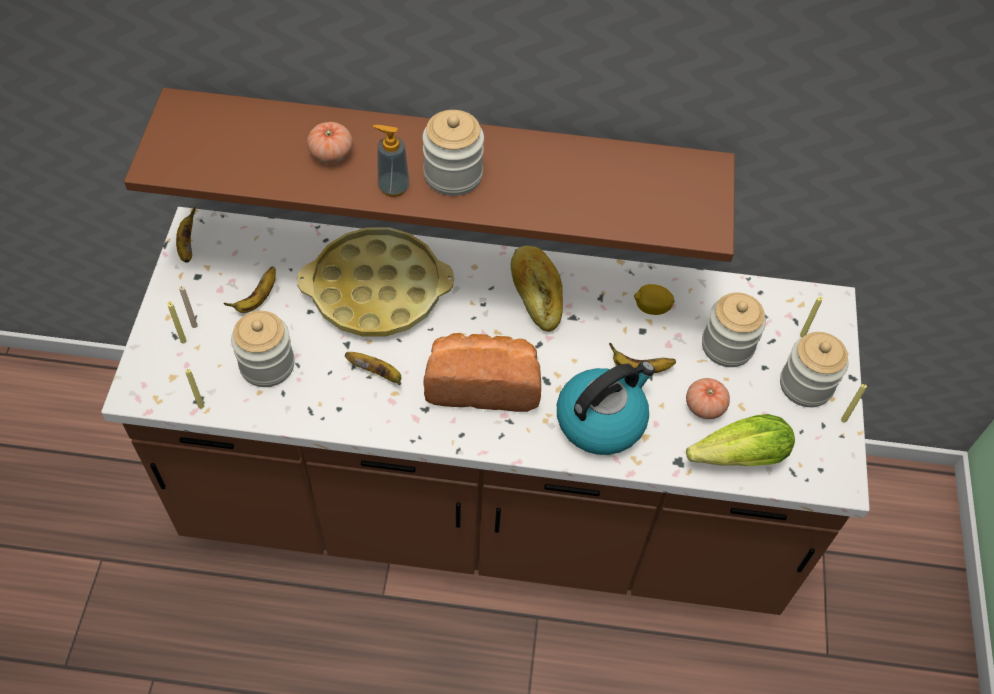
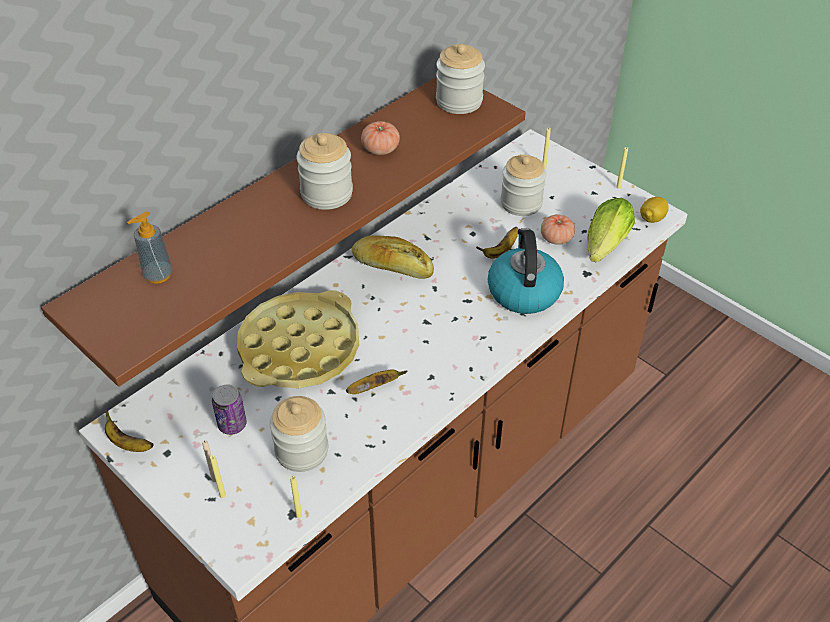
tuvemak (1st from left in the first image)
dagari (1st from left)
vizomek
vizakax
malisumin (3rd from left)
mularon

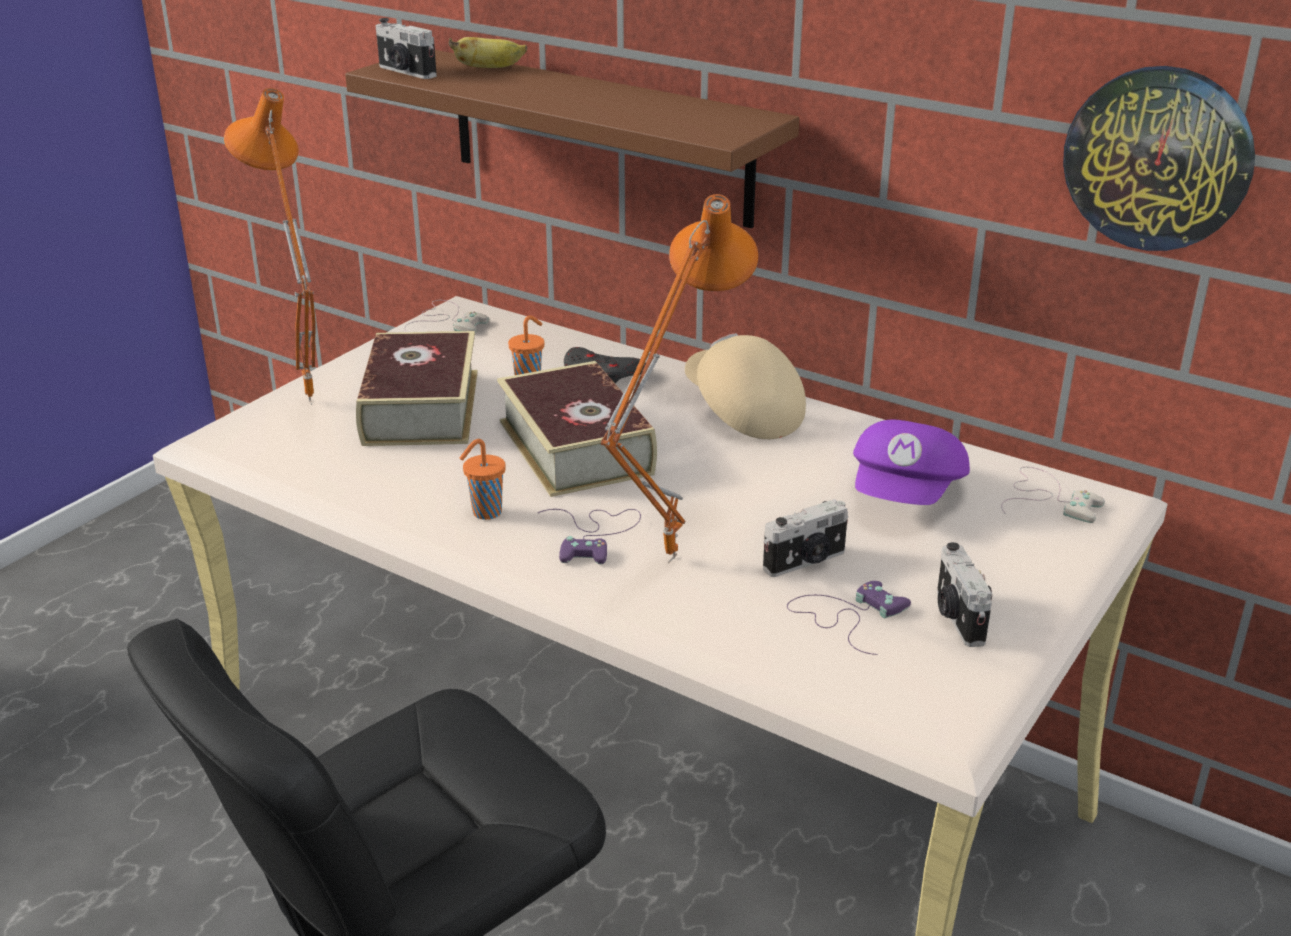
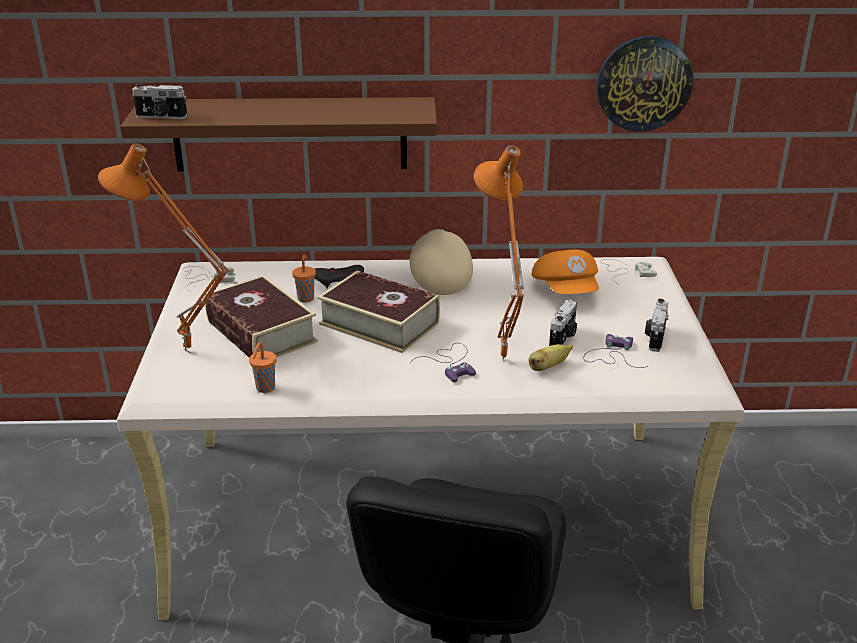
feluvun
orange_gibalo (1st from left)
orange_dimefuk
beige_dimefuk
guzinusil (3rd from left)

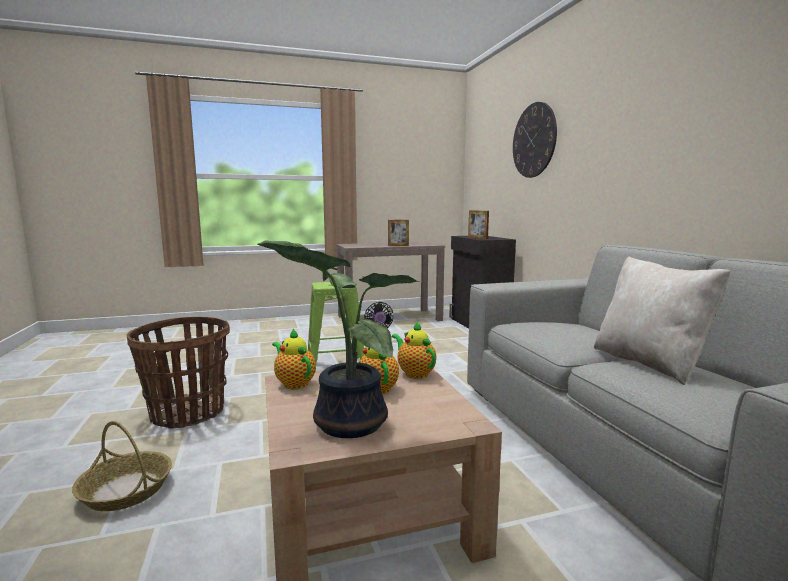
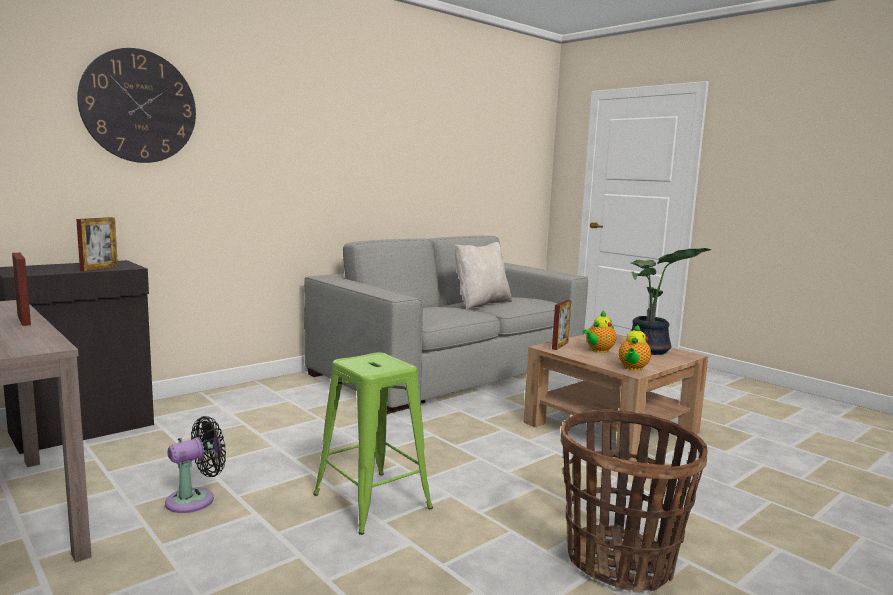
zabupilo (1st from left in the first image)
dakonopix (3rd from left)

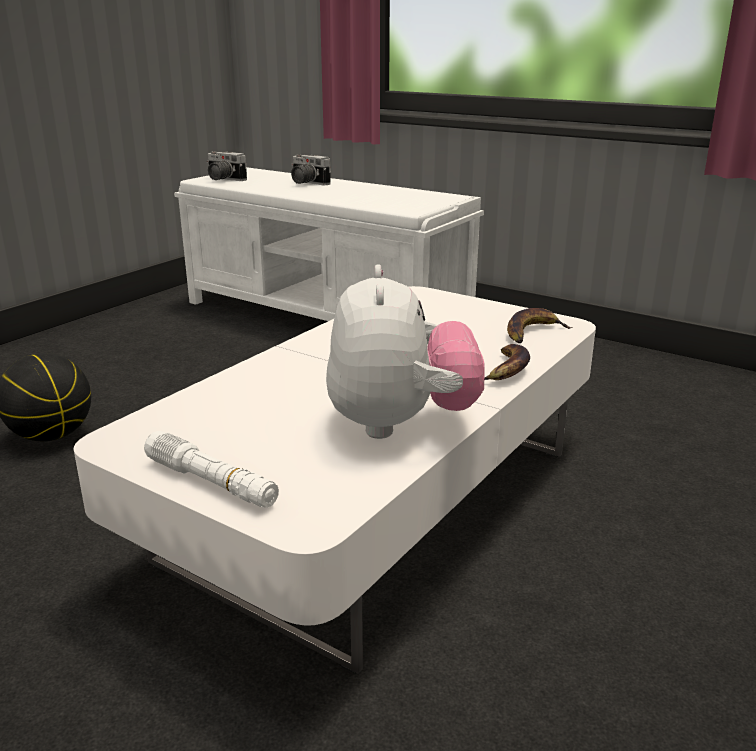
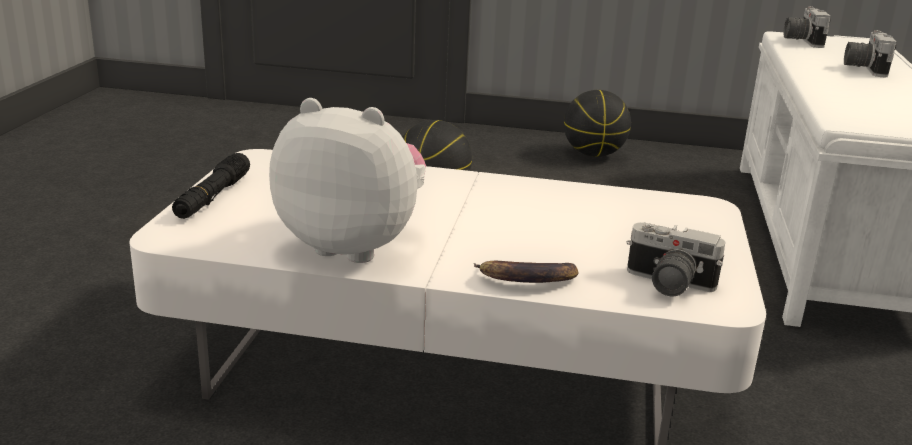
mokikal (2nd from left)
guzinusil (1st from left)
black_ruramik
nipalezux

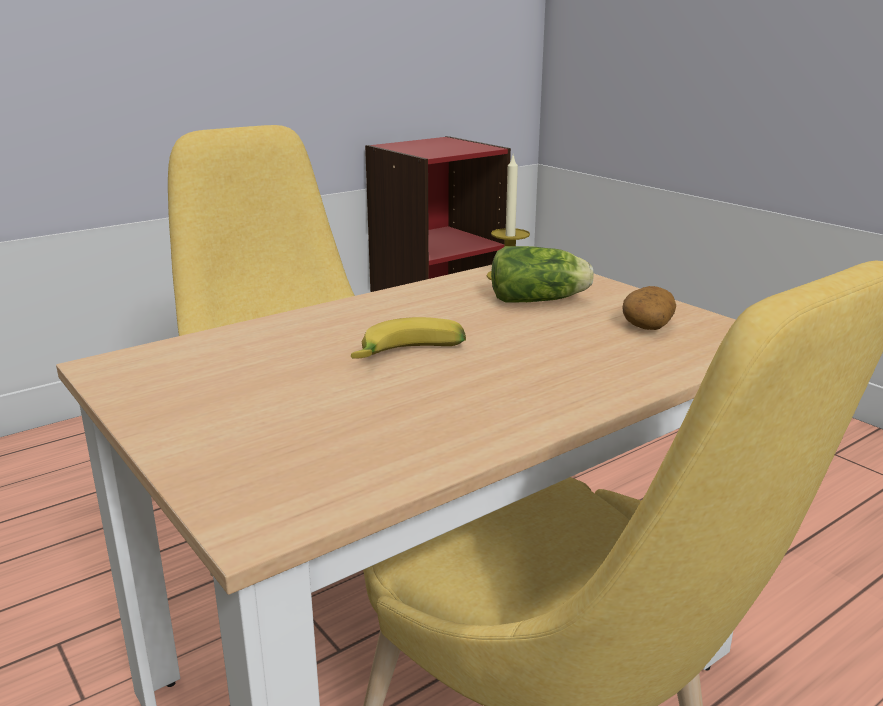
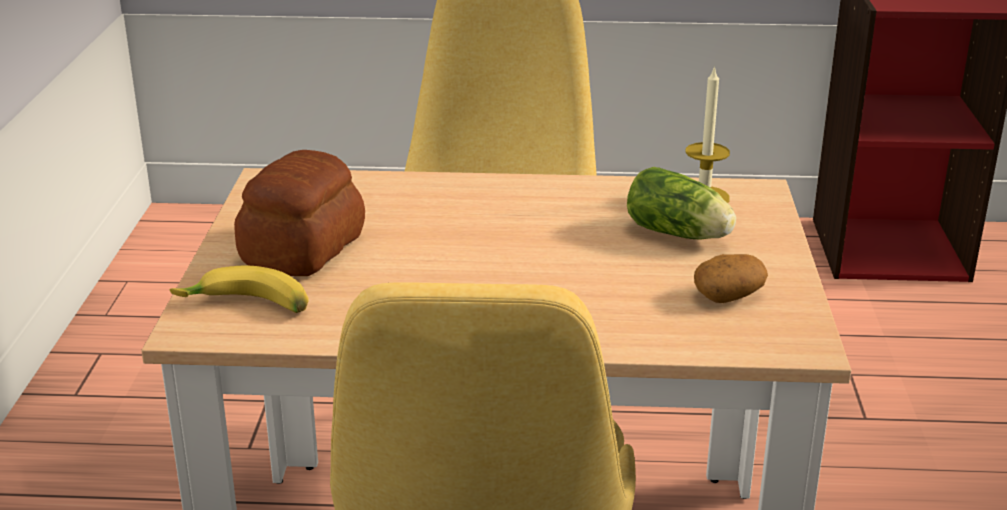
tuvemak
feluvun

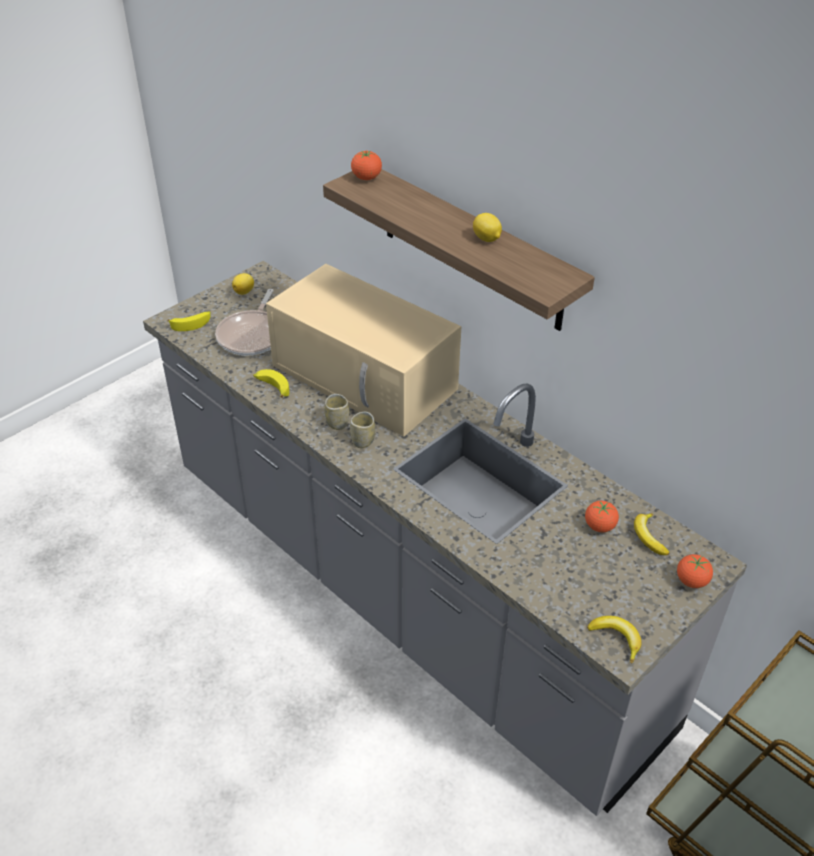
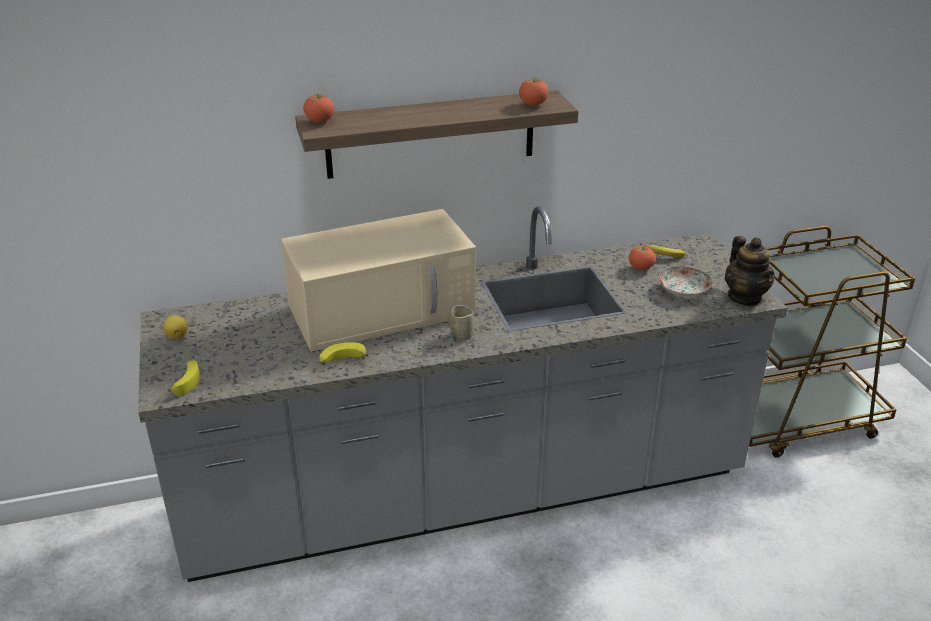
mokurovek
gibalo (1st from left in the first image)
vizakax (2nd from left in the first image)
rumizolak
dagari (2nd from left)
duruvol

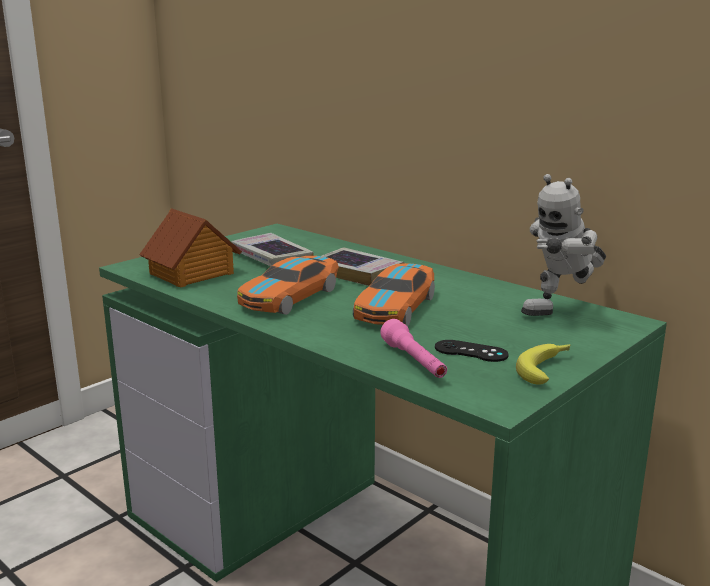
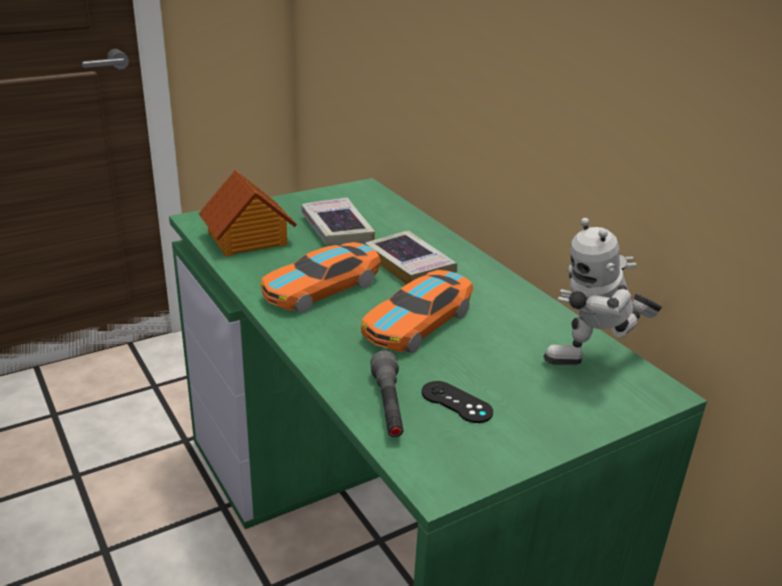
feluvun
grey_ruramik

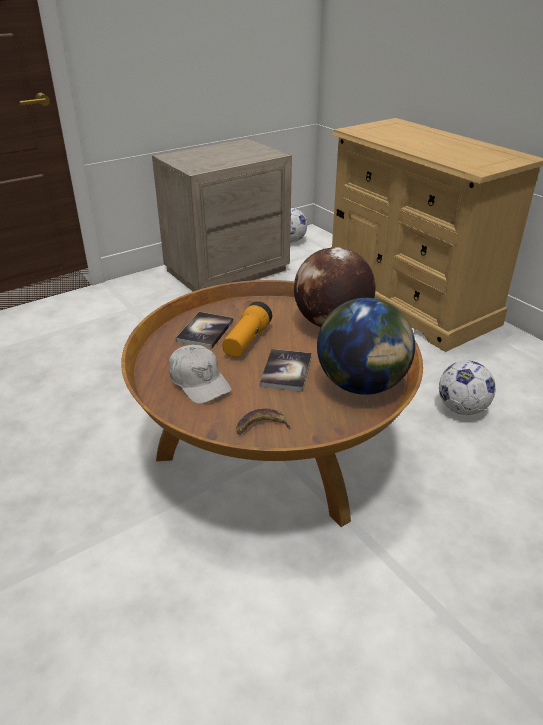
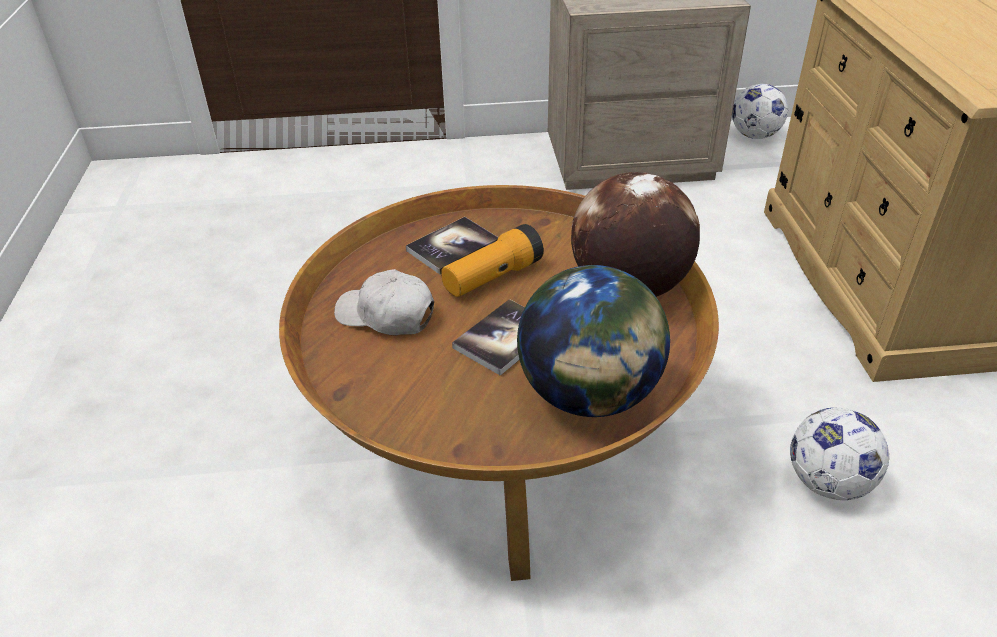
feluvun
white_dimefuk

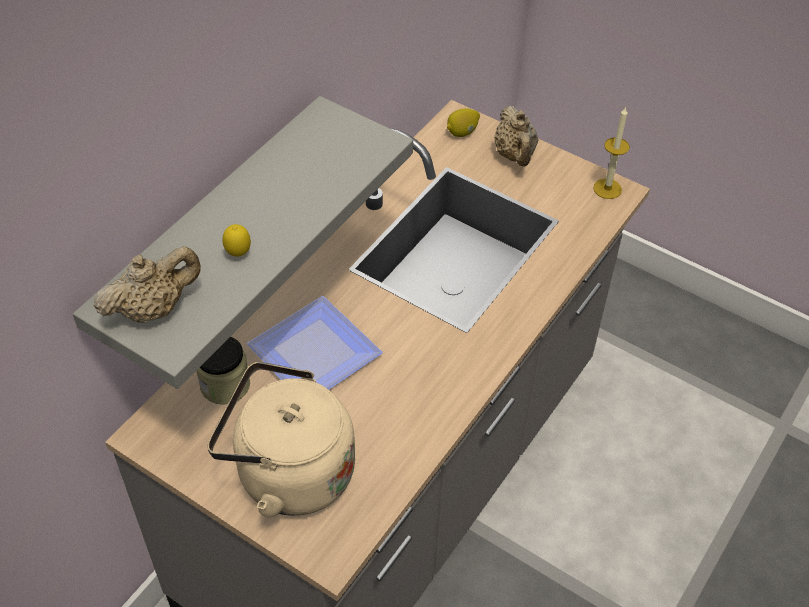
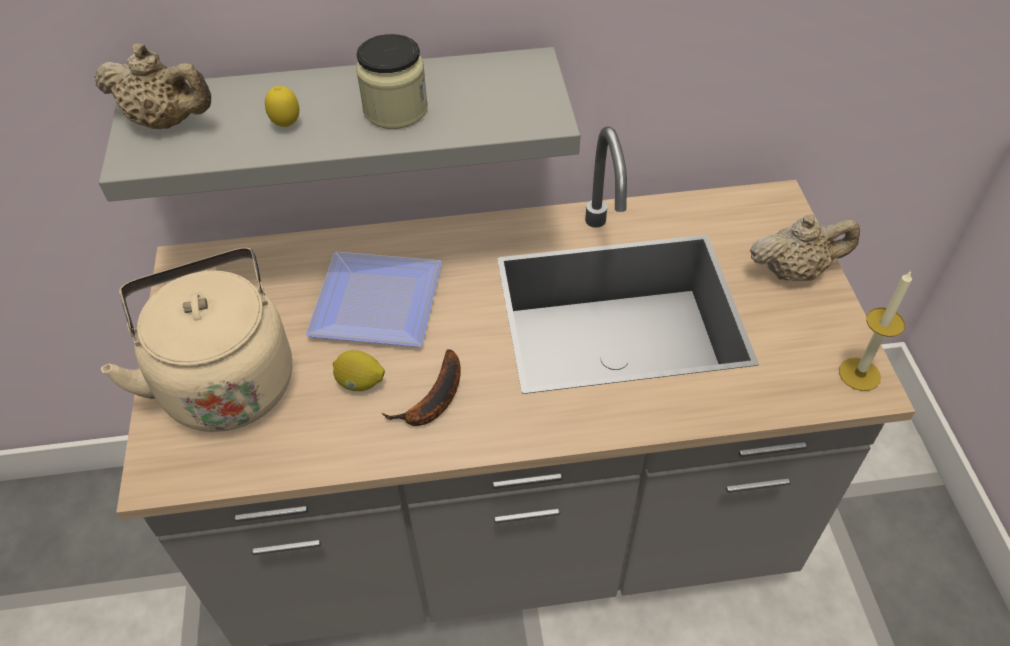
feluvun
malisumin
vizakax (2nd from left)
beige_duruvol (2nd from left)

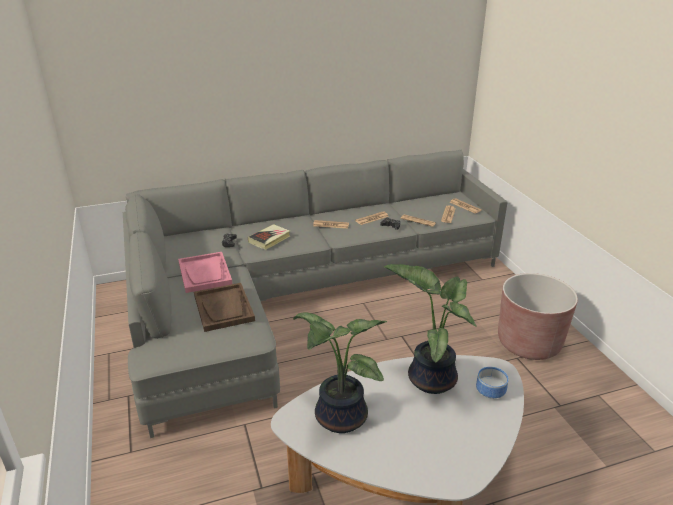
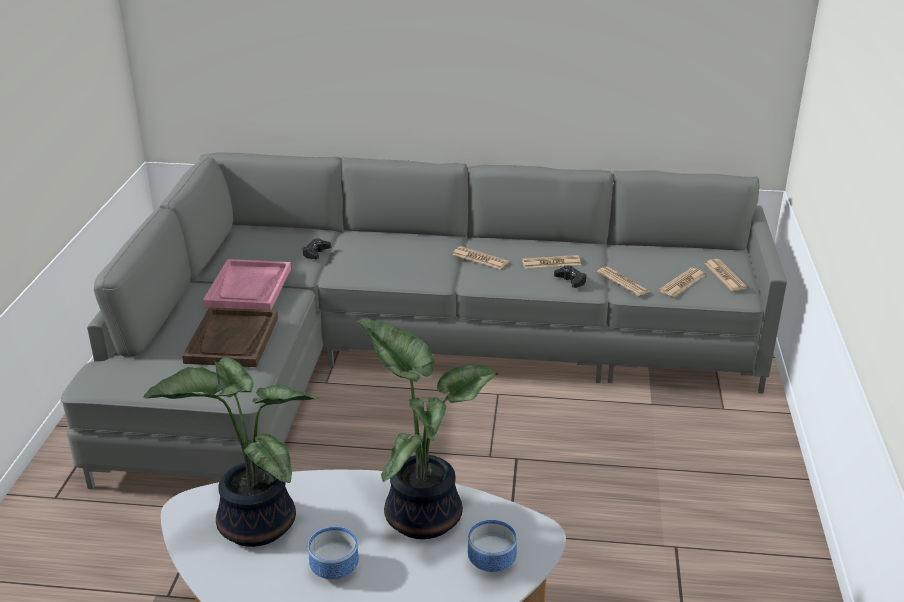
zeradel
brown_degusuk
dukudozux (1st from left)

